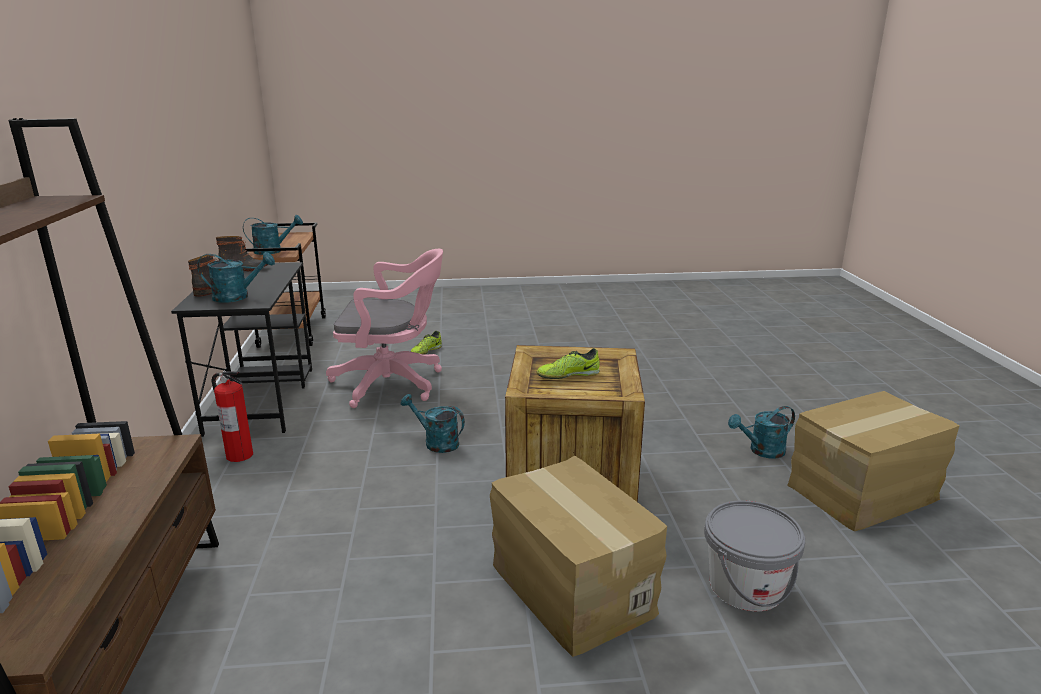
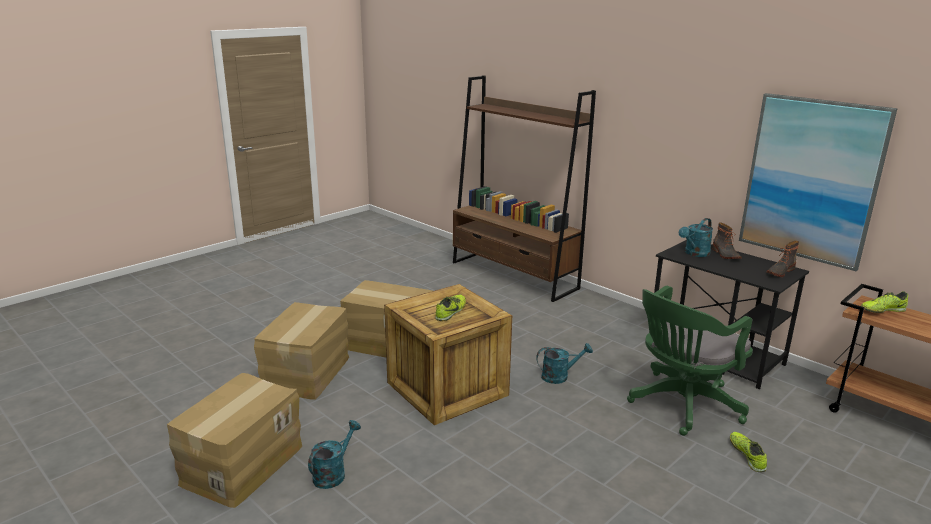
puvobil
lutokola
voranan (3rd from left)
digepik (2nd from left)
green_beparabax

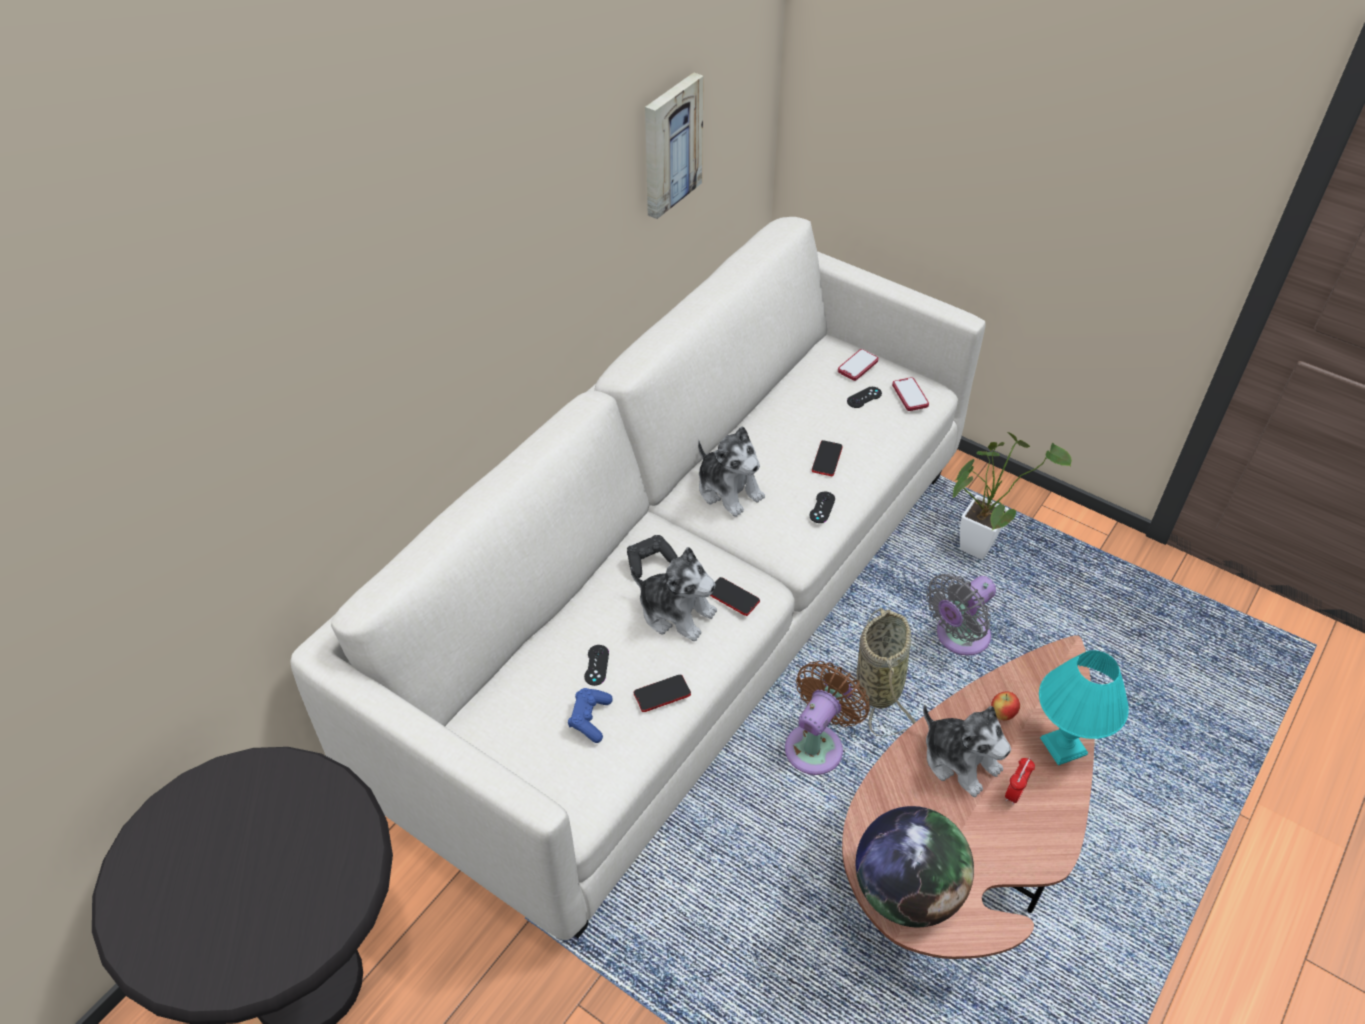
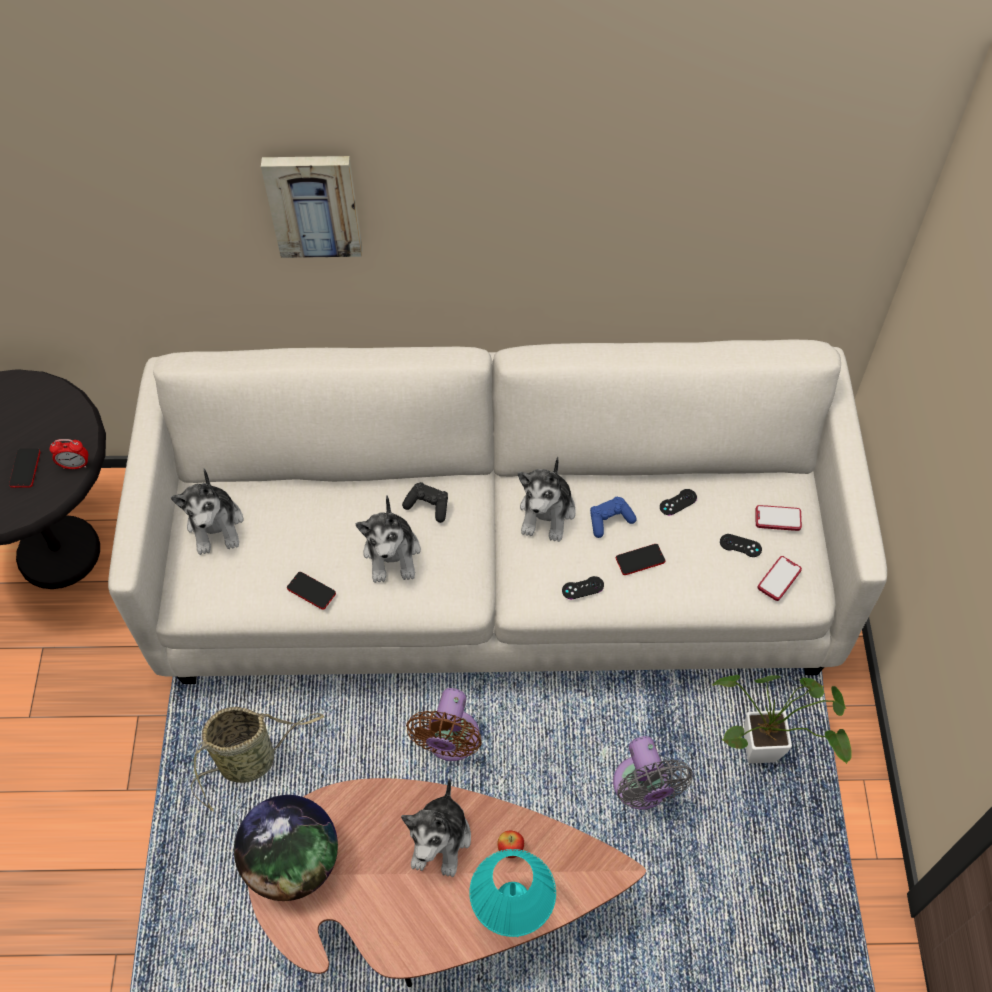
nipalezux (1st from left)
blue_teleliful
black_teleliful (3rd from left)
lutokola
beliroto (1st from left)
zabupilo
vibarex
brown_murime
grey_murime

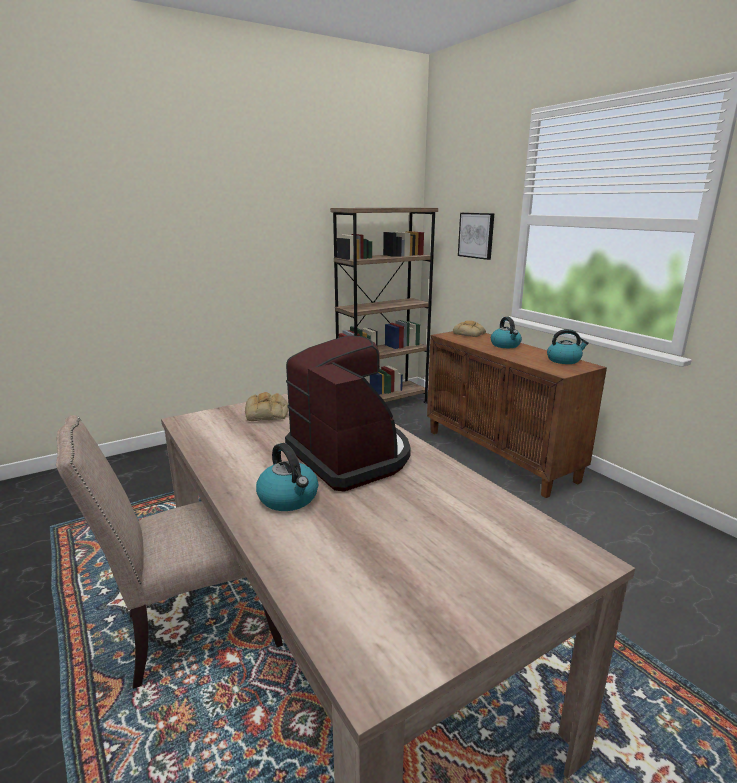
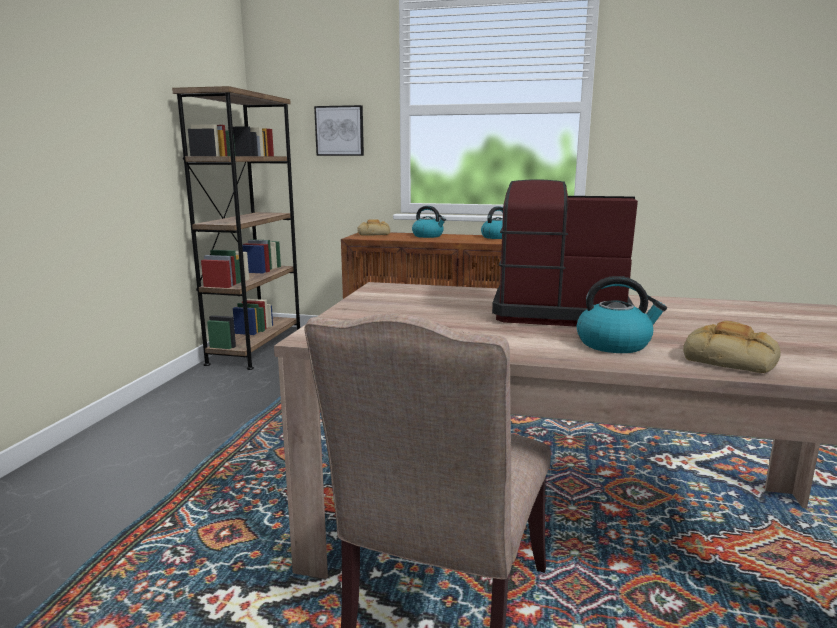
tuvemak (2nd from left)

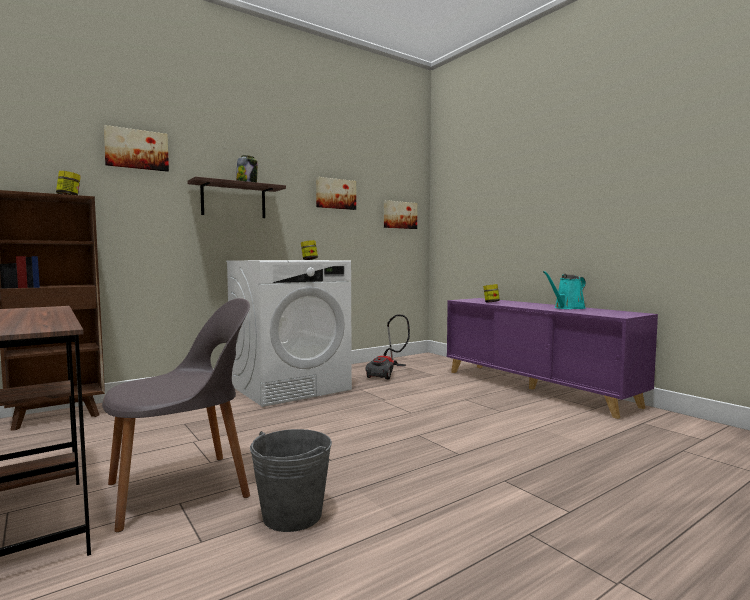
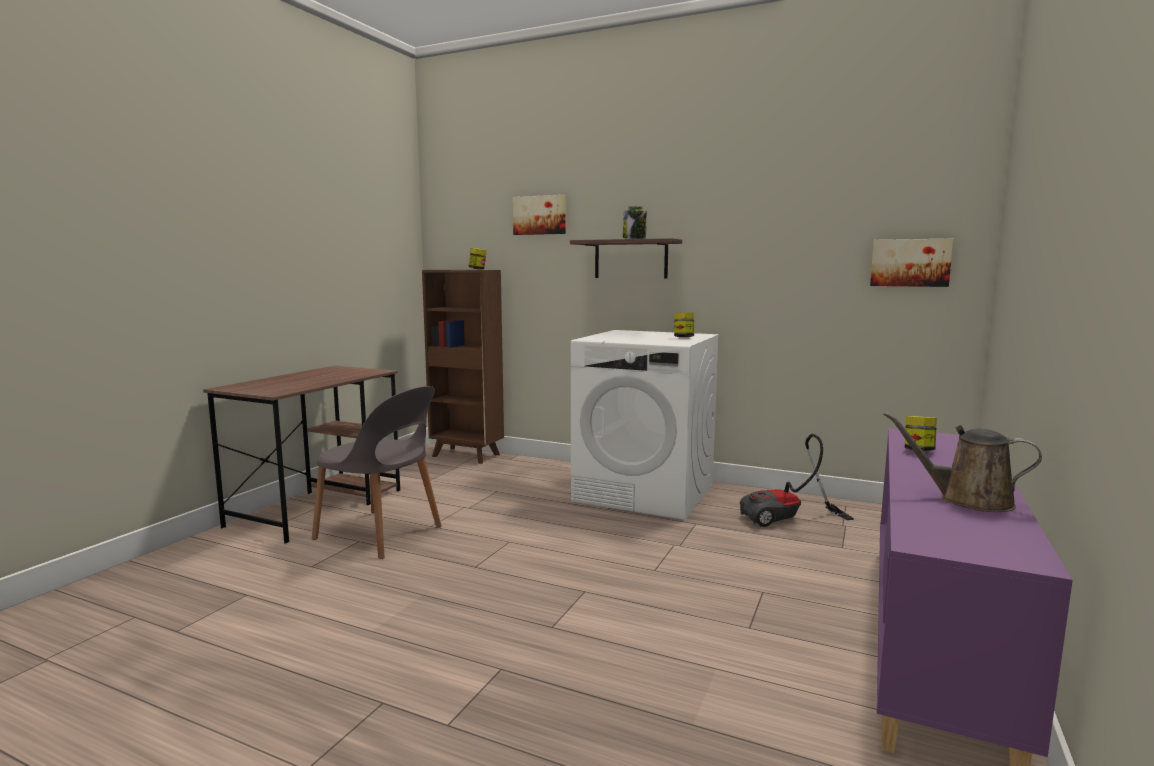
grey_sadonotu
lutokola (2nd from left in the first image)
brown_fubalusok

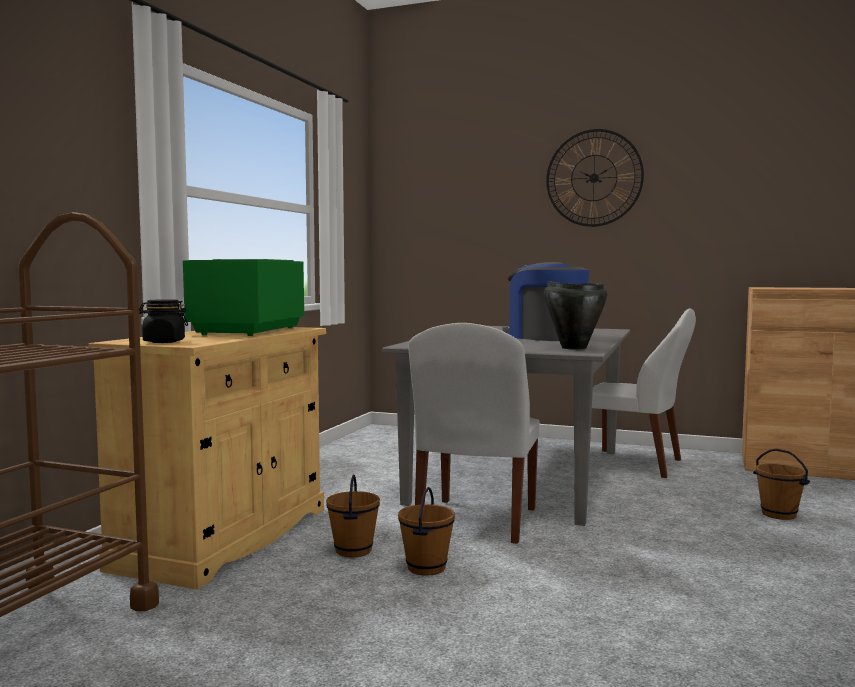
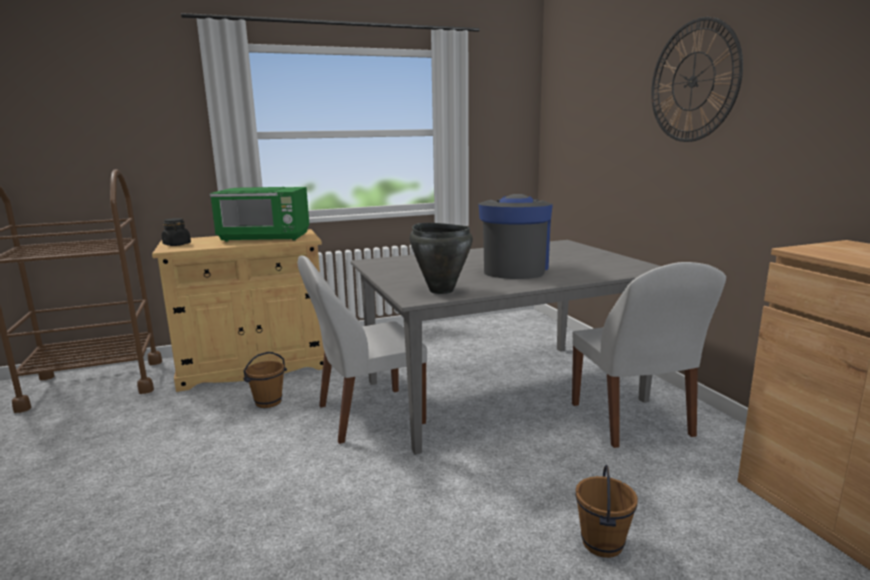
brown_sadonotu (2nd from left in the first image)
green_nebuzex

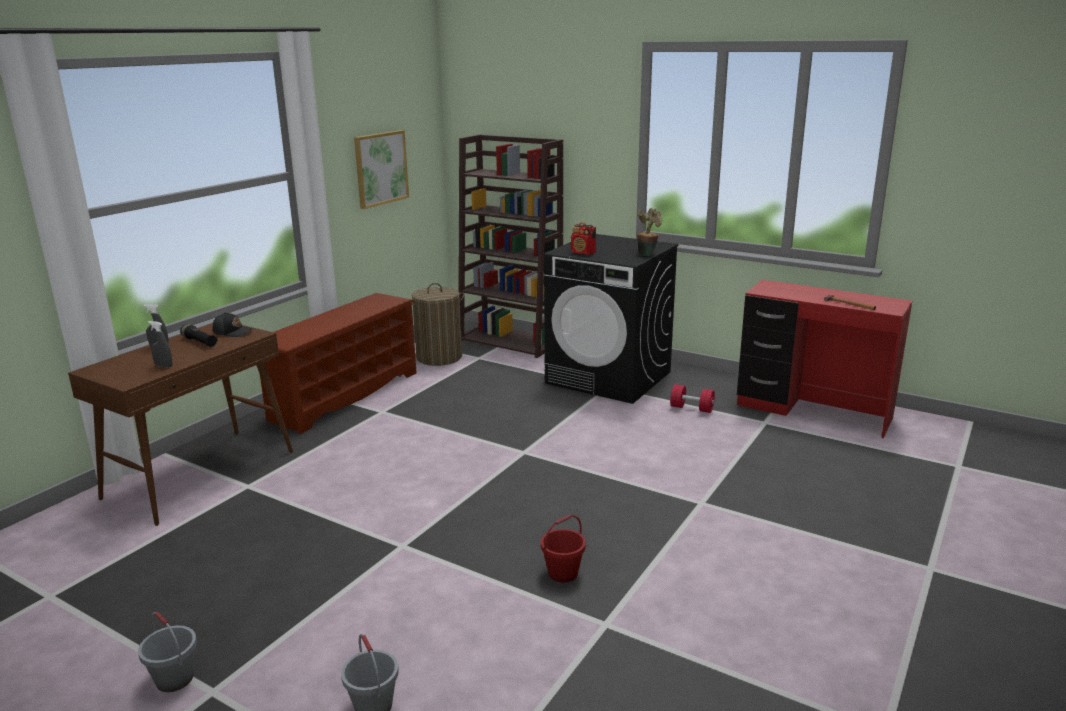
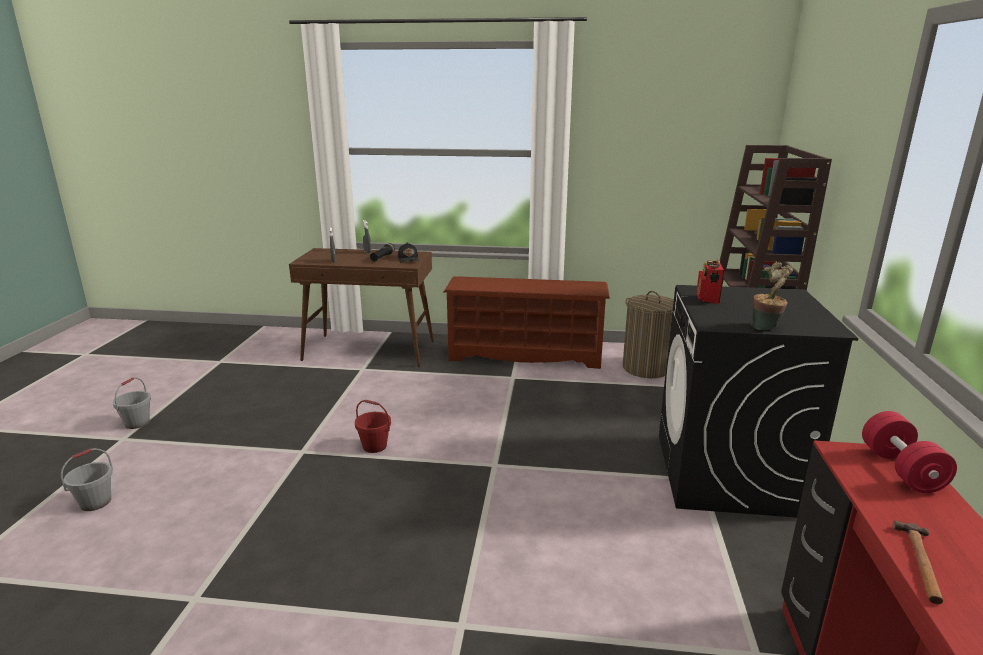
lutokola
red_sadonotu
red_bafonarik

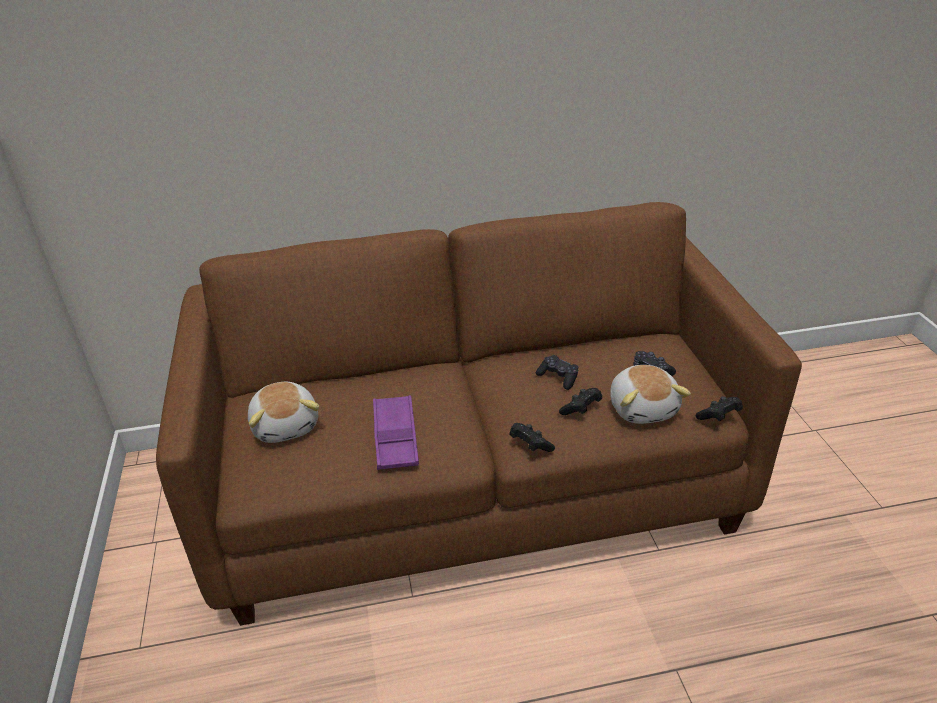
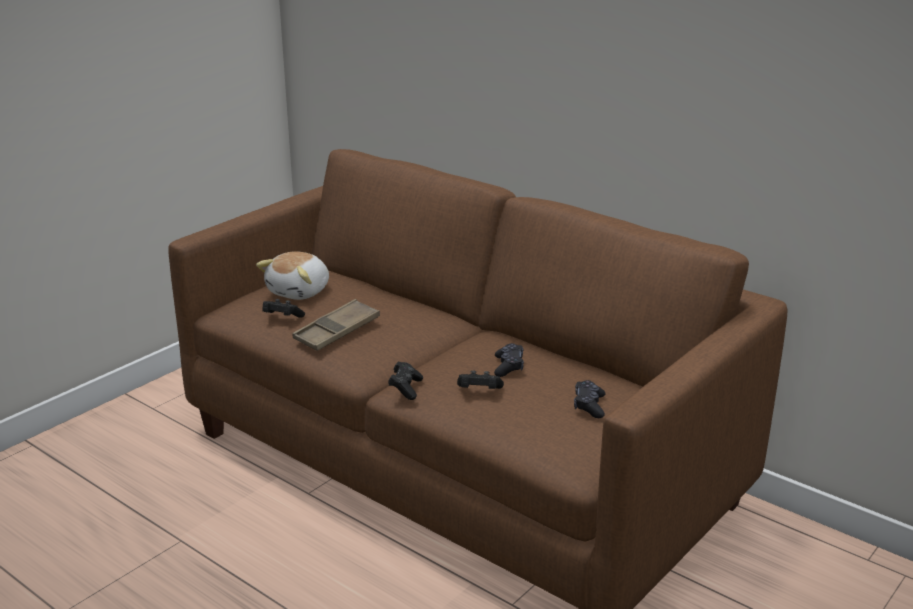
nipalezux (2nd from left in the first image)
black_teleliful (1st from left)
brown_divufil

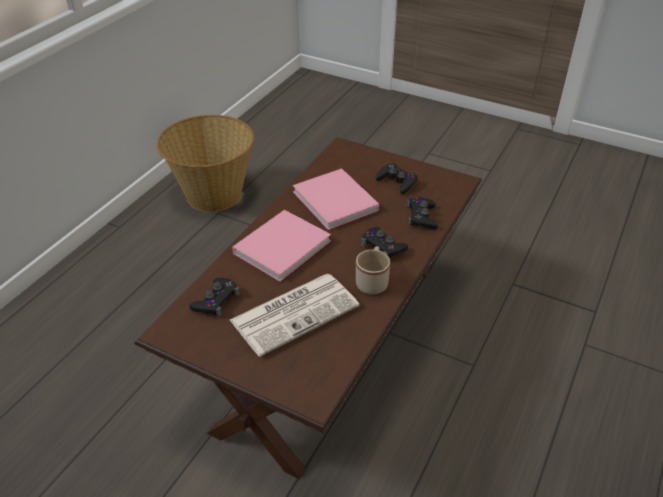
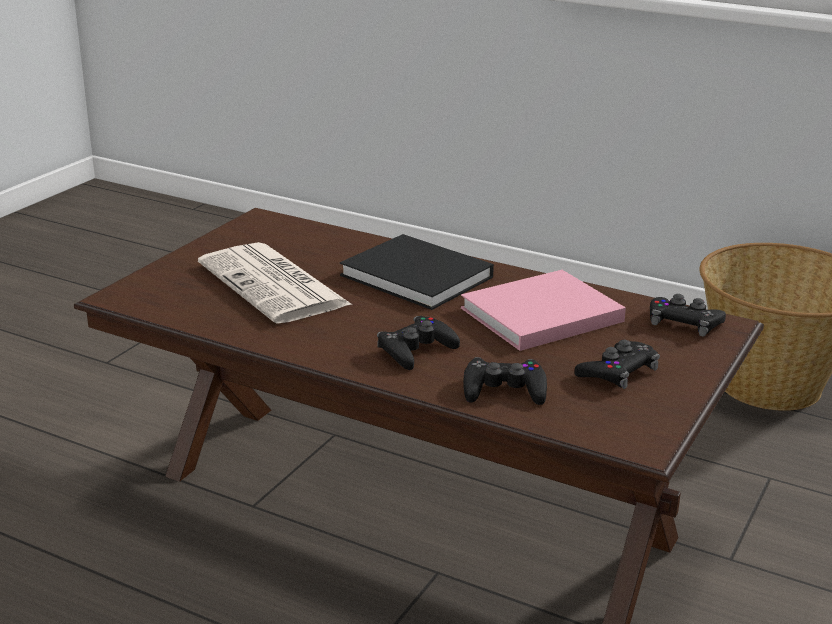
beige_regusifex
black_teleliful (4th from left)
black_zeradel

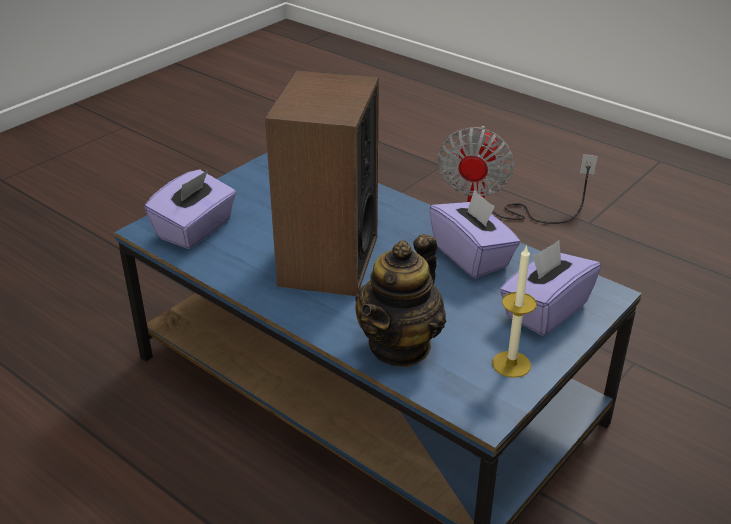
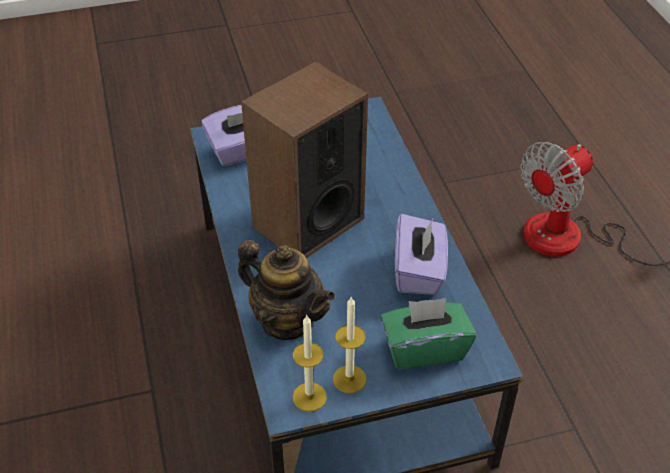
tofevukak (1st from left)
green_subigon
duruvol

